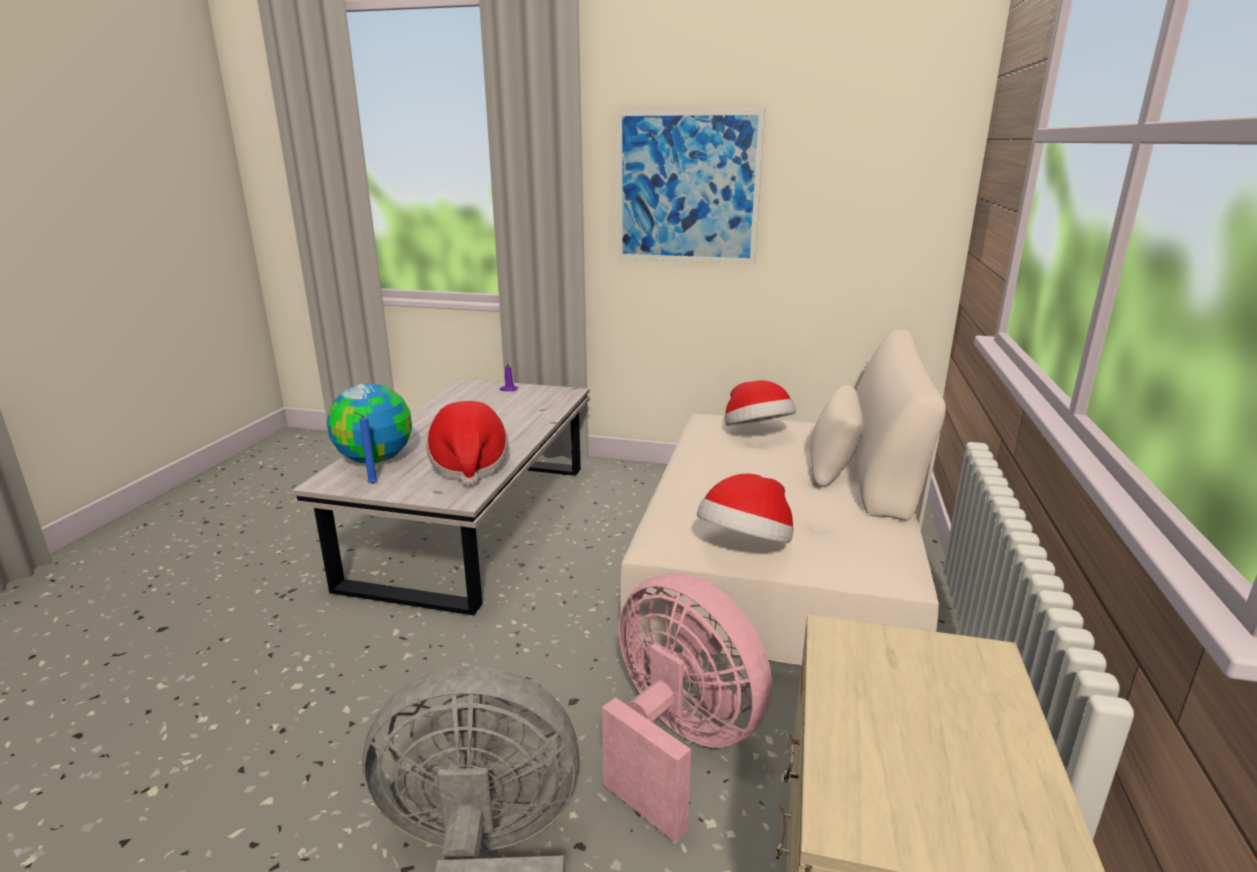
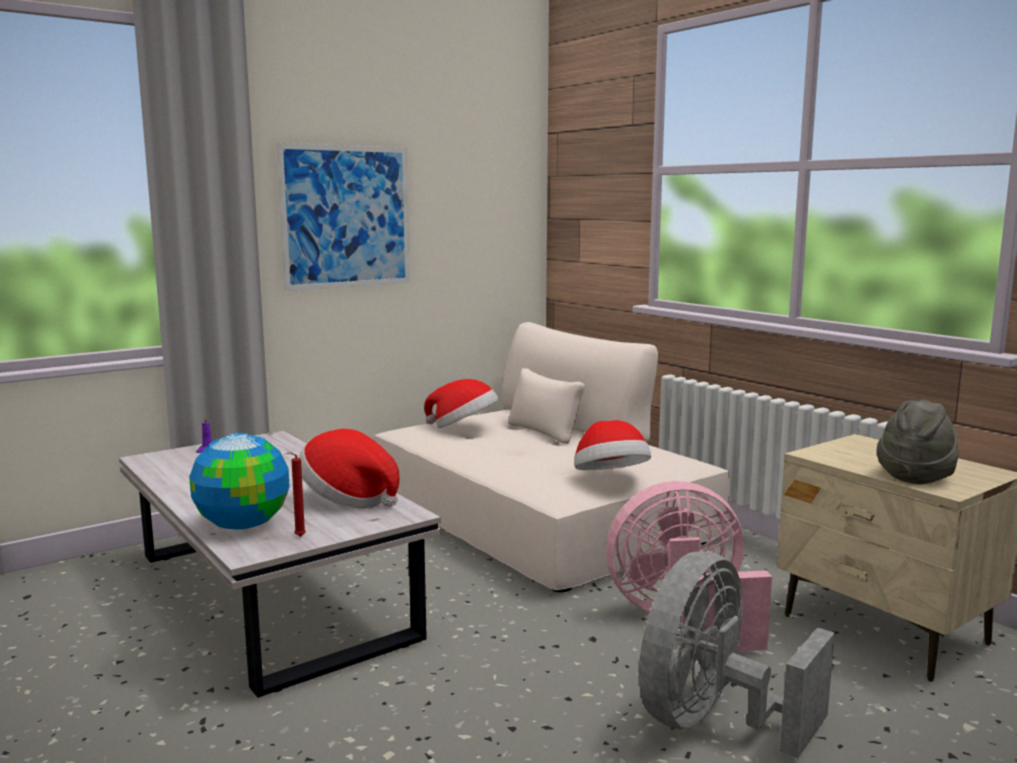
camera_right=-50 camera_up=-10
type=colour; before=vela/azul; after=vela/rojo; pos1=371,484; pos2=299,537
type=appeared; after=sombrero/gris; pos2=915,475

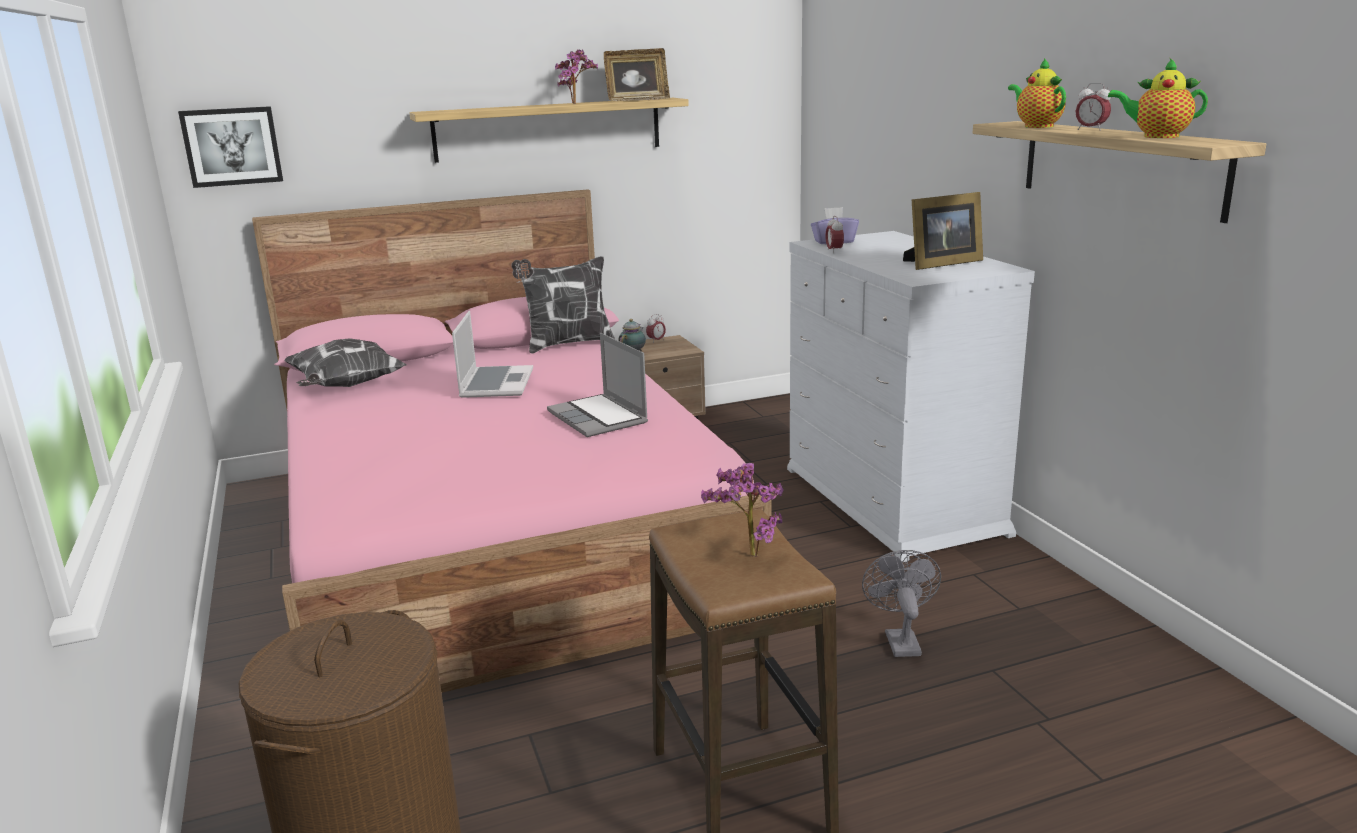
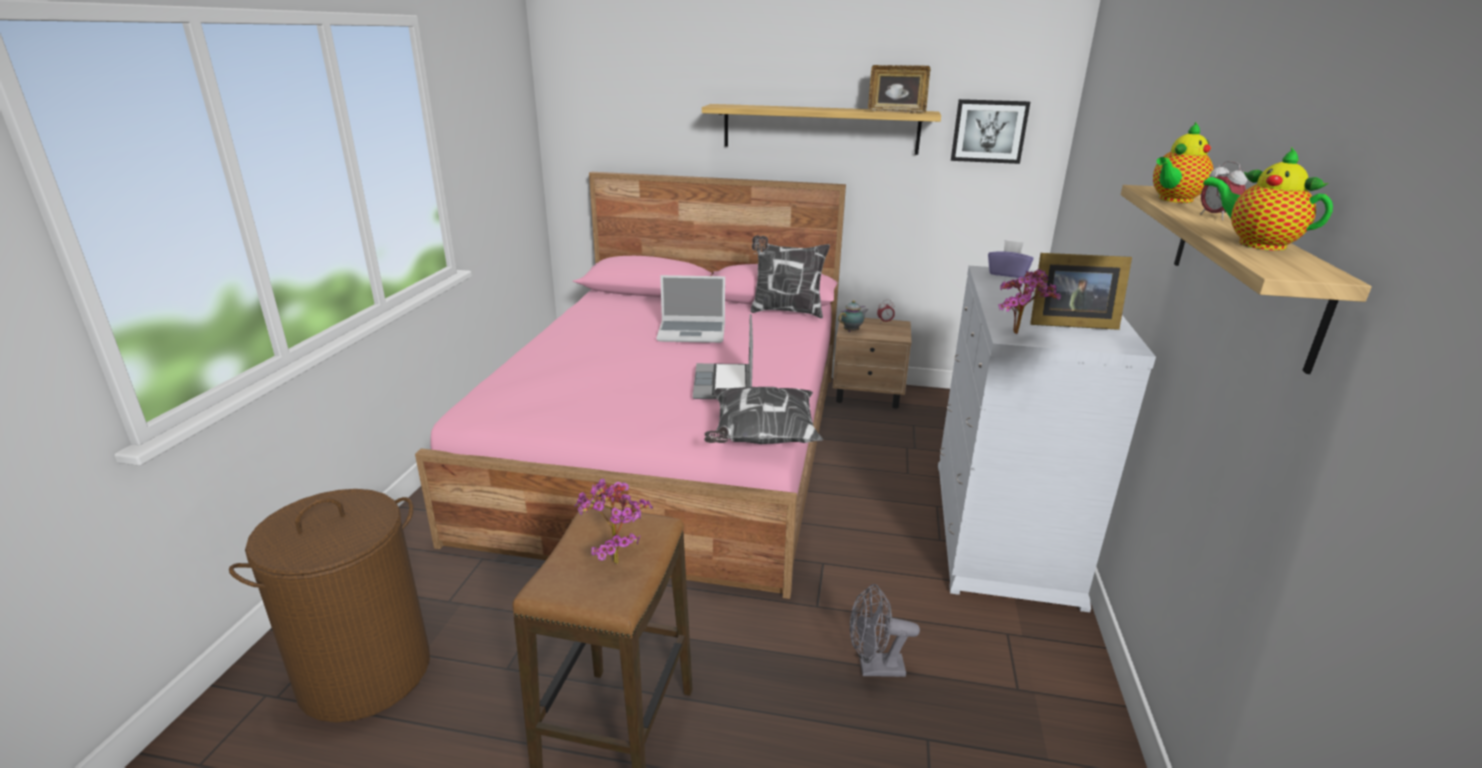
camera_right=30 camera_up=5
type=spun; before=portátil; pos1=496,383; pos2=692,332; turn=60
type=relocated; before=cojín; pos1=346,387; pos2=761,438
type=spun; before=ventilador/gris; pos1=900,640; pos2=874,668; turn=-120
type=relocated; before=cuadro; pos1=232,146; pos2=989,131
type=relocated; before=planta en maceta; pos1=577,103; pos2=1019,335
type=spun; before=tetera; pos1=1036,126; pos2=1173,200; turn=-135
type=missing; before=despertador; pos1=834,251

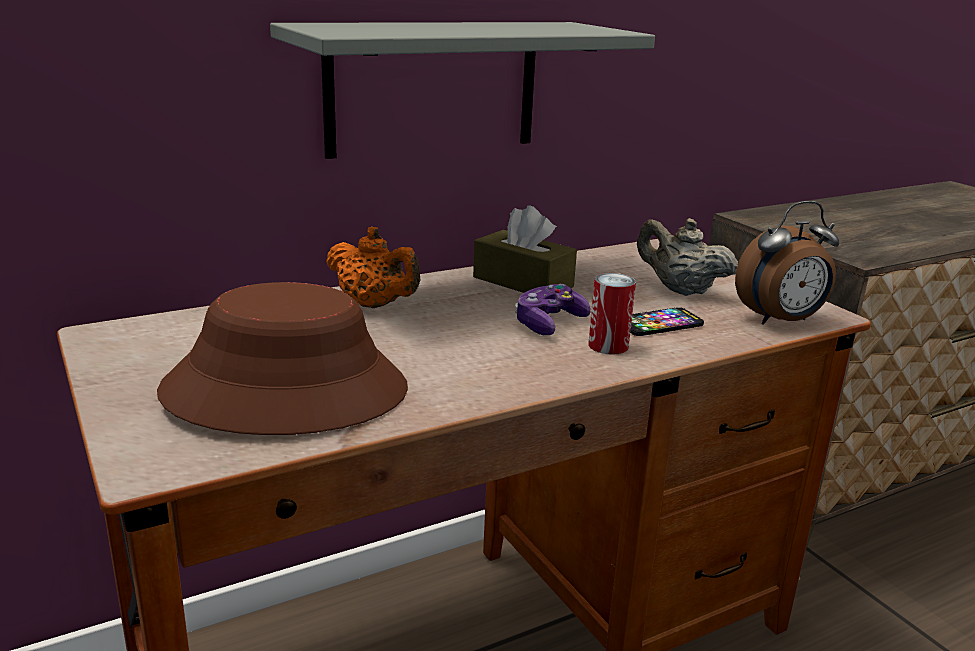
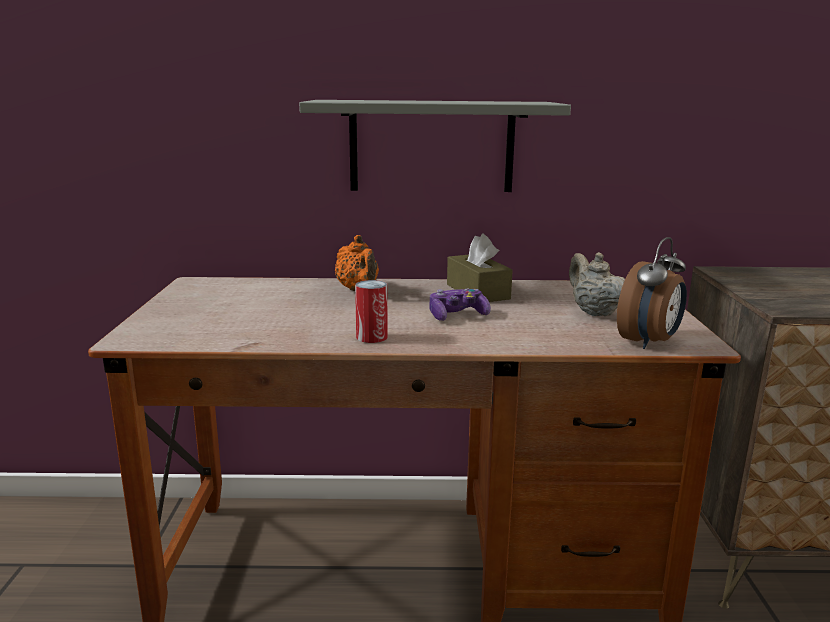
camera_right=30 camera_up=-5
type=relocated; before=lata; pos1=608,345; pos2=371,337
type=spun; before=despertador; pos1=781,321; pos2=649,342; turn=-60
type=missing; before=sombrero/marrón; pos1=286,391
type=missing; before=móvil; pos1=659,324

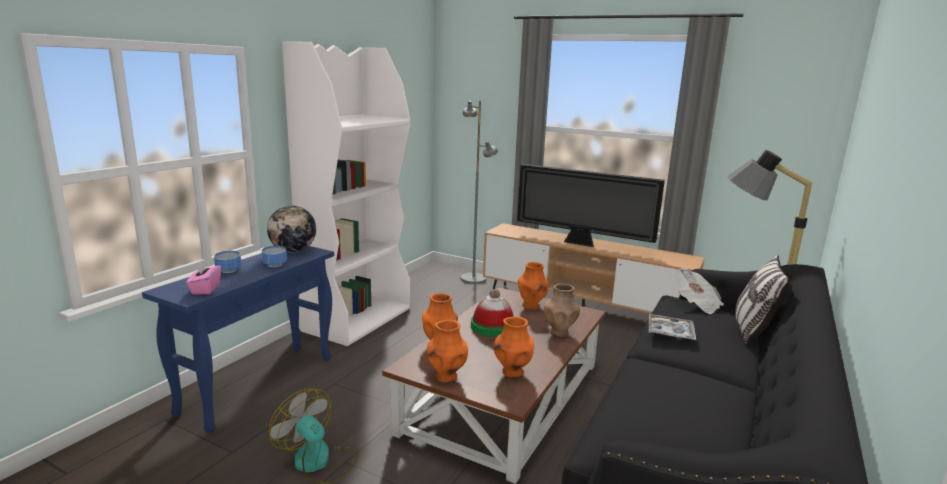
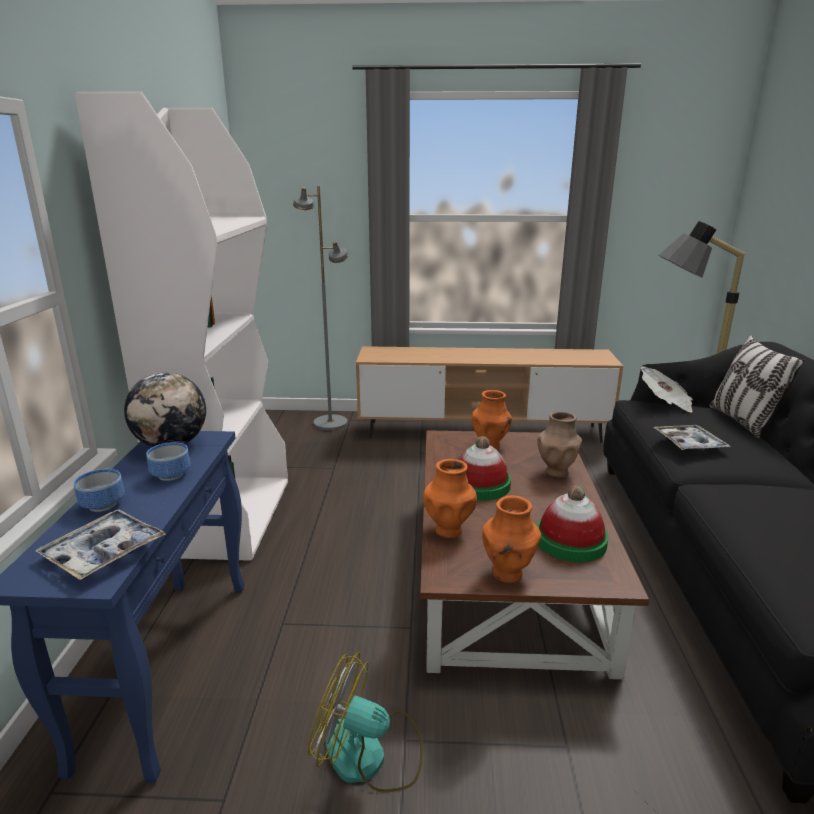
camera_right=-25 camera_up=5
type=exchanged; before=caja de pañuelos/rosa; after=bandeja; pos1=205,289; pos2=104,552
type=exchanged; before=florero/naranja; after=sombrero; pos1=512,372; pos2=570,541
type=missing; before=televisor; pos1=582,244

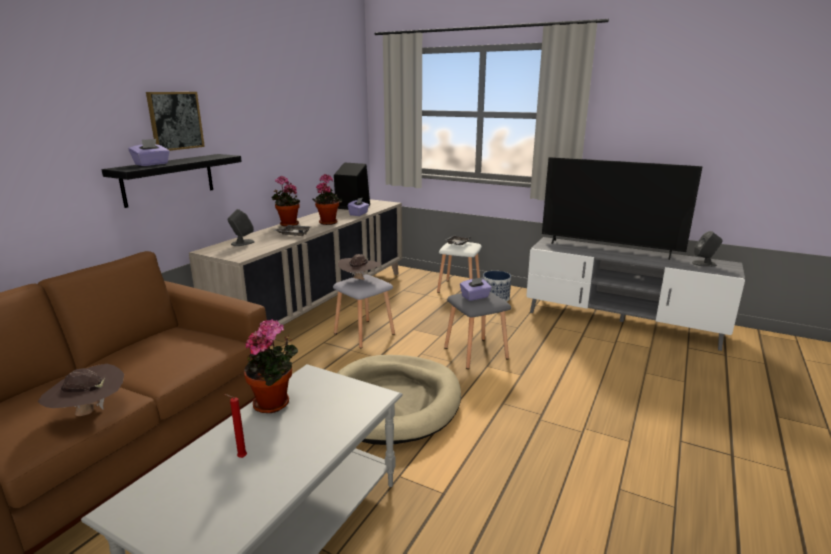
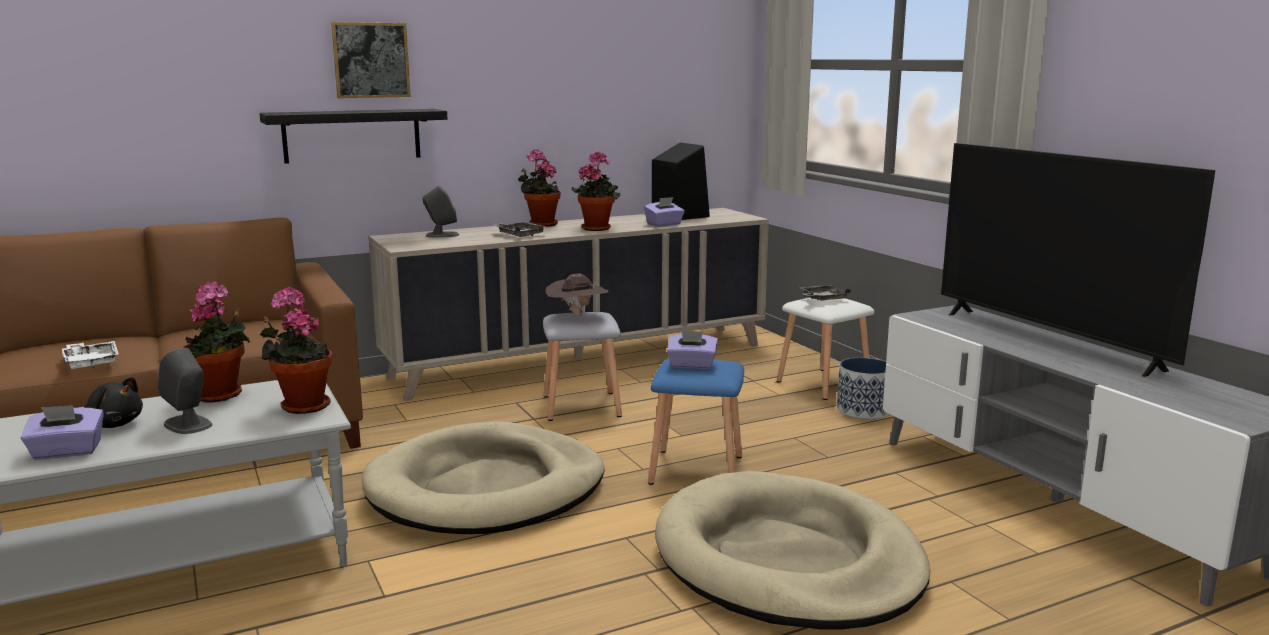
camera_right=35 camera_up=-5
type=relocated; before=caja de pañuelos/morado; pos1=152,164; pos2=67,452
type=exchanged; before=sombrero/marrón; after=bandeja/blanco; pos1=89,412; pos2=91,362
type=exchanged; before=vela/rojo; after=peluche/negro; pos1=240,458; pos2=112,425
type=relocated; before=altavoz/gris; pos1=704,264; pos2=188,425
type=appeared; after=planta en maceta; pos2=302,406
type=colour; before=taburete/gris; after=taburete/azul; pos1=476,352; pos2=698,469
type=appeared; after=cama para perro/beis; pos2=787,560

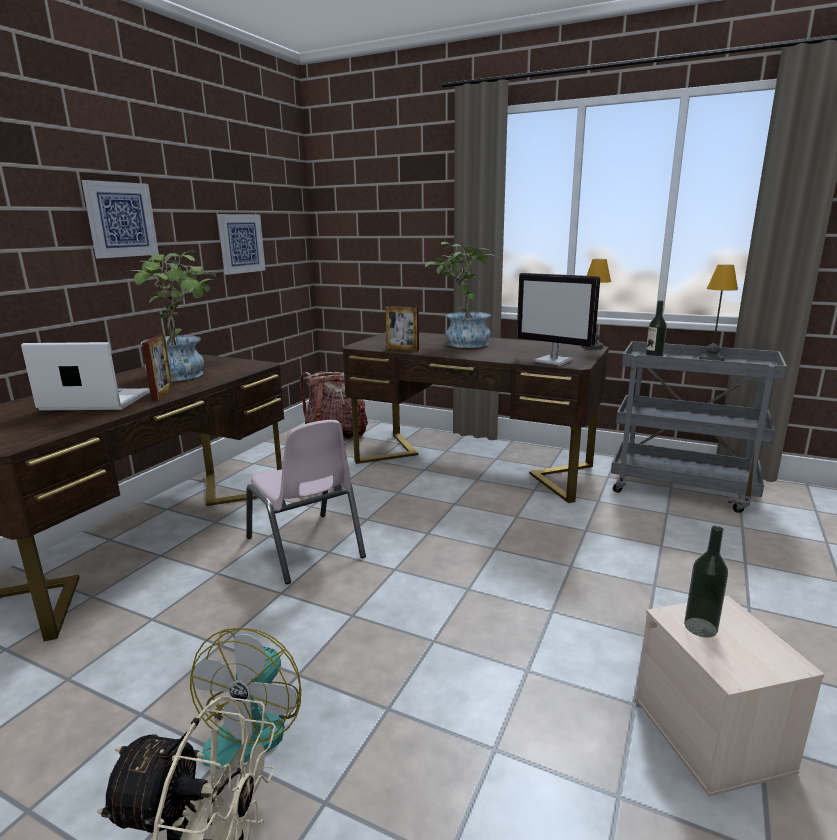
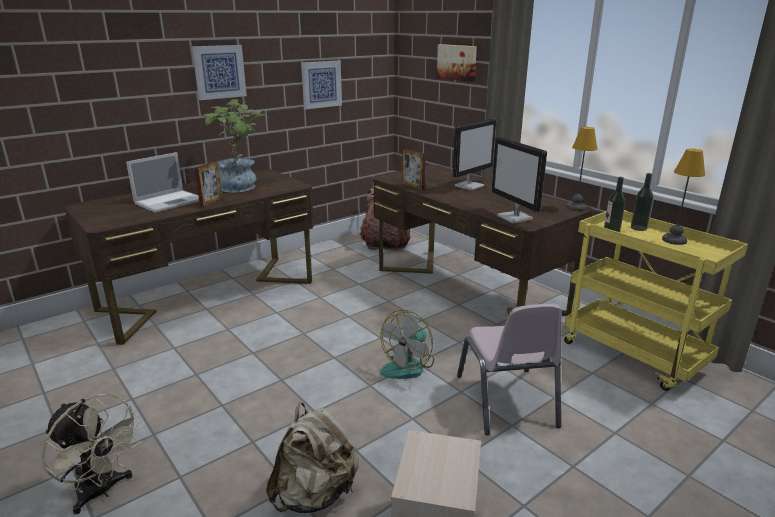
camera_right=25 camera_up=5
type=spun; before=portátil; pos1=94,401; pos2=170,201; turn=105
type=appeared; after=mochila/beis; pos2=315,494
type=relocated; before=ventilador; pos1=255,724; pos2=408,366
type=appeared; after=cuadro; pos2=457,62
type=exchanged; before=planta en maceta; after=monitor; pos1=461,343; pos2=469,186
type=relocated; before=silla/rosa; pos1=305,547; pos2=506,401
type=colour; before=carrito/gris; after=carrito/amarillo; pos1=682,488; pos2=635,355
type=relocated; before=botella; pos1=700,627; pos2=638,228

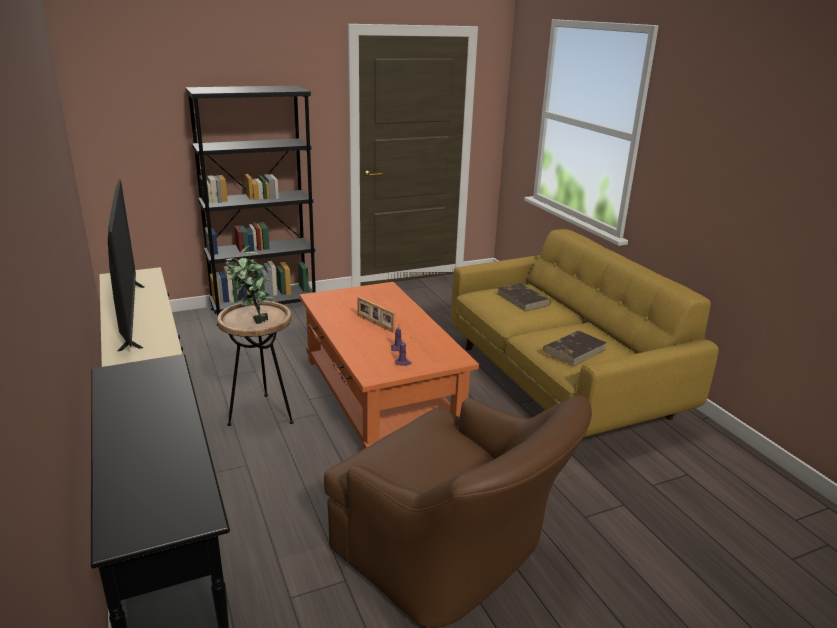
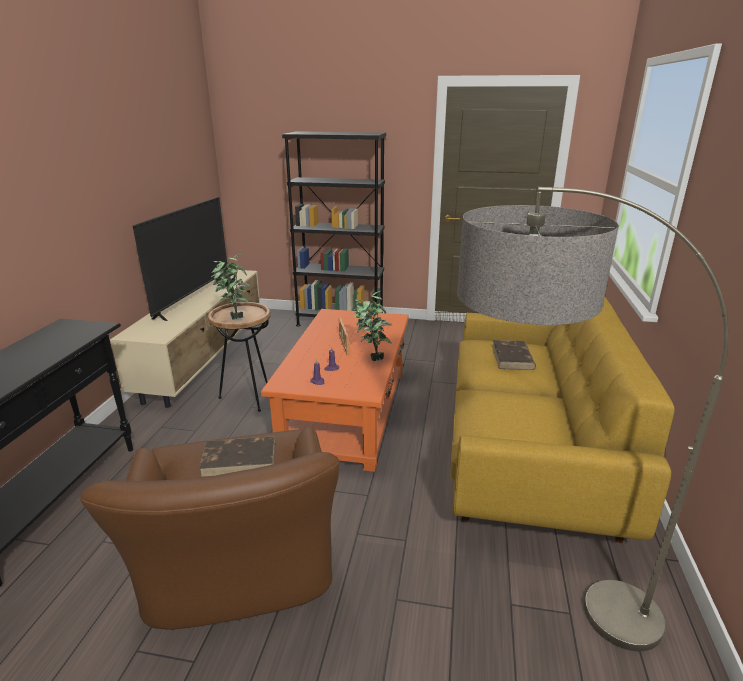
camera_right=35 camera_up=0
type=relocated; before=libro/marrón; pos1=574,350; pos2=240,459
type=appeared; after=planta en maceta; pos2=371,357
type=appeared; after=lámpara de pie; pos2=531,602

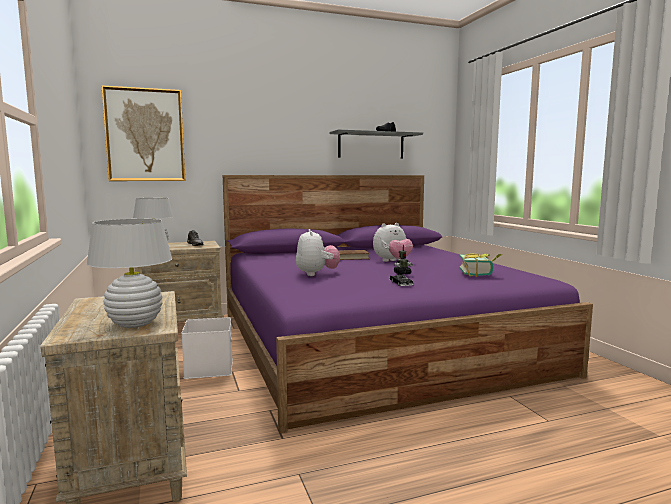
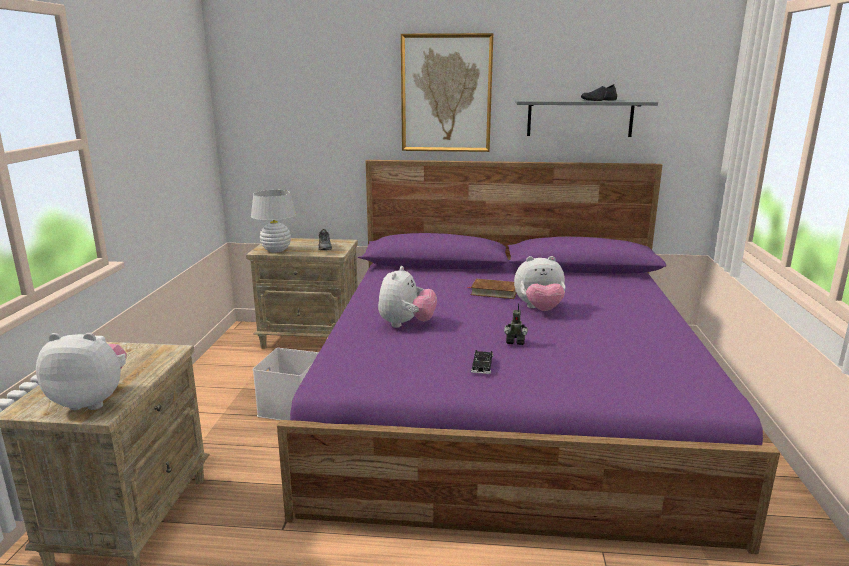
camera_right=25 camera_up=10
type=exchanged; before=lámpara de mesa/blanco; after=peluche; pos1=135,323; pos2=91,401
type=relocated; before=cuadro; pos1=145,135; pos2=446,93
type=missing; before=libro; pos1=479,274

